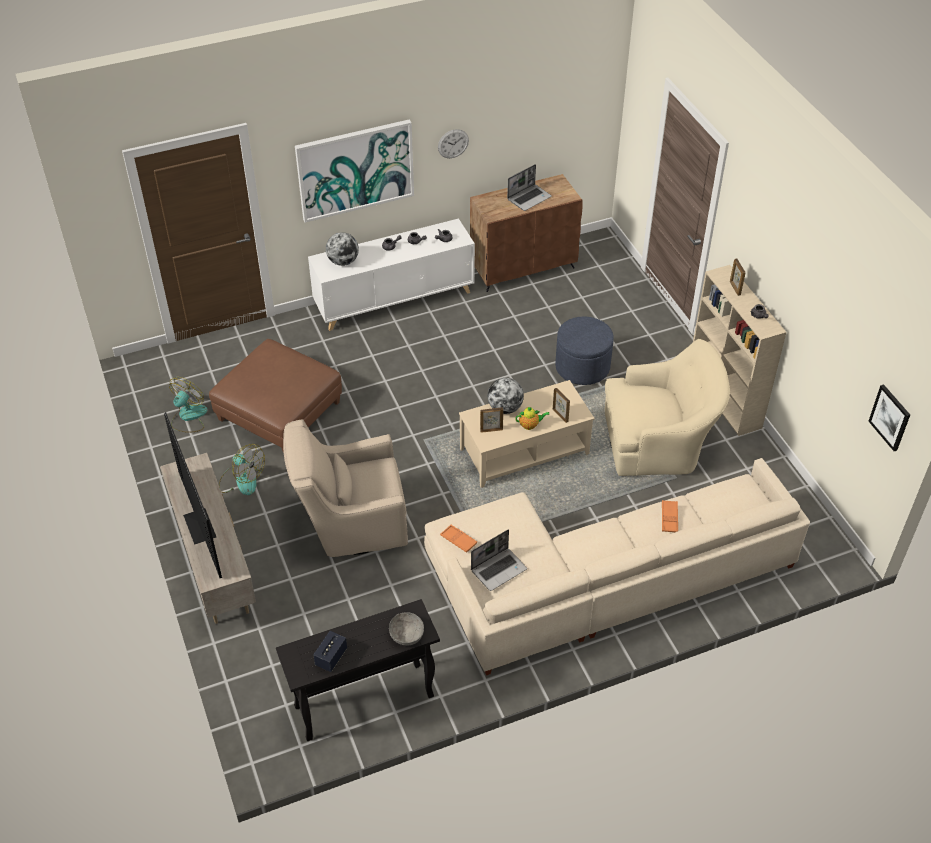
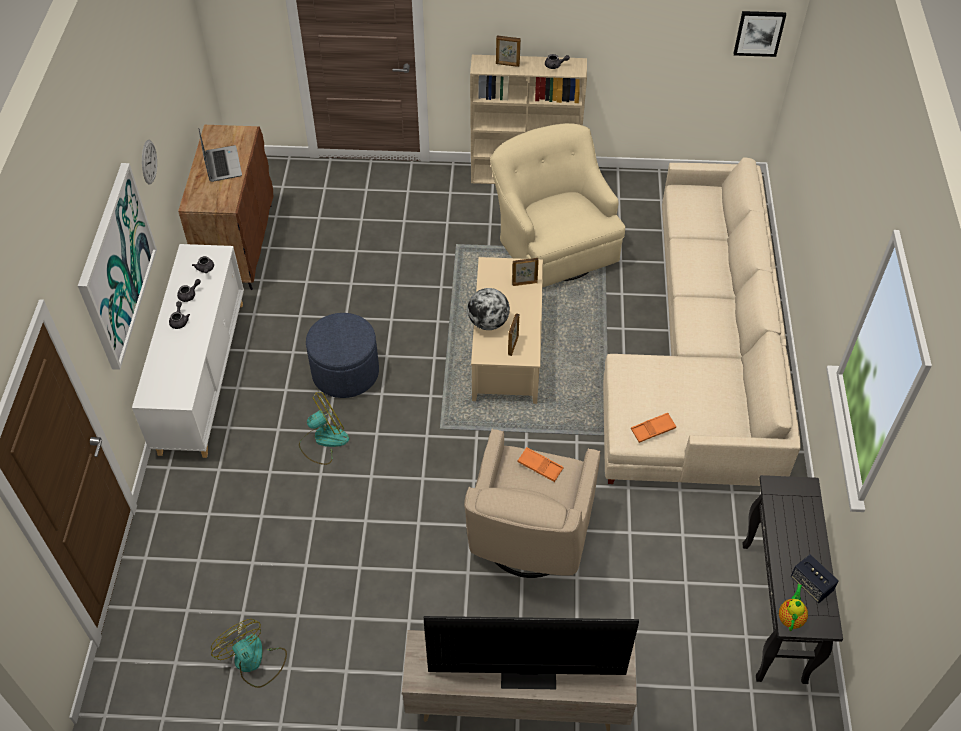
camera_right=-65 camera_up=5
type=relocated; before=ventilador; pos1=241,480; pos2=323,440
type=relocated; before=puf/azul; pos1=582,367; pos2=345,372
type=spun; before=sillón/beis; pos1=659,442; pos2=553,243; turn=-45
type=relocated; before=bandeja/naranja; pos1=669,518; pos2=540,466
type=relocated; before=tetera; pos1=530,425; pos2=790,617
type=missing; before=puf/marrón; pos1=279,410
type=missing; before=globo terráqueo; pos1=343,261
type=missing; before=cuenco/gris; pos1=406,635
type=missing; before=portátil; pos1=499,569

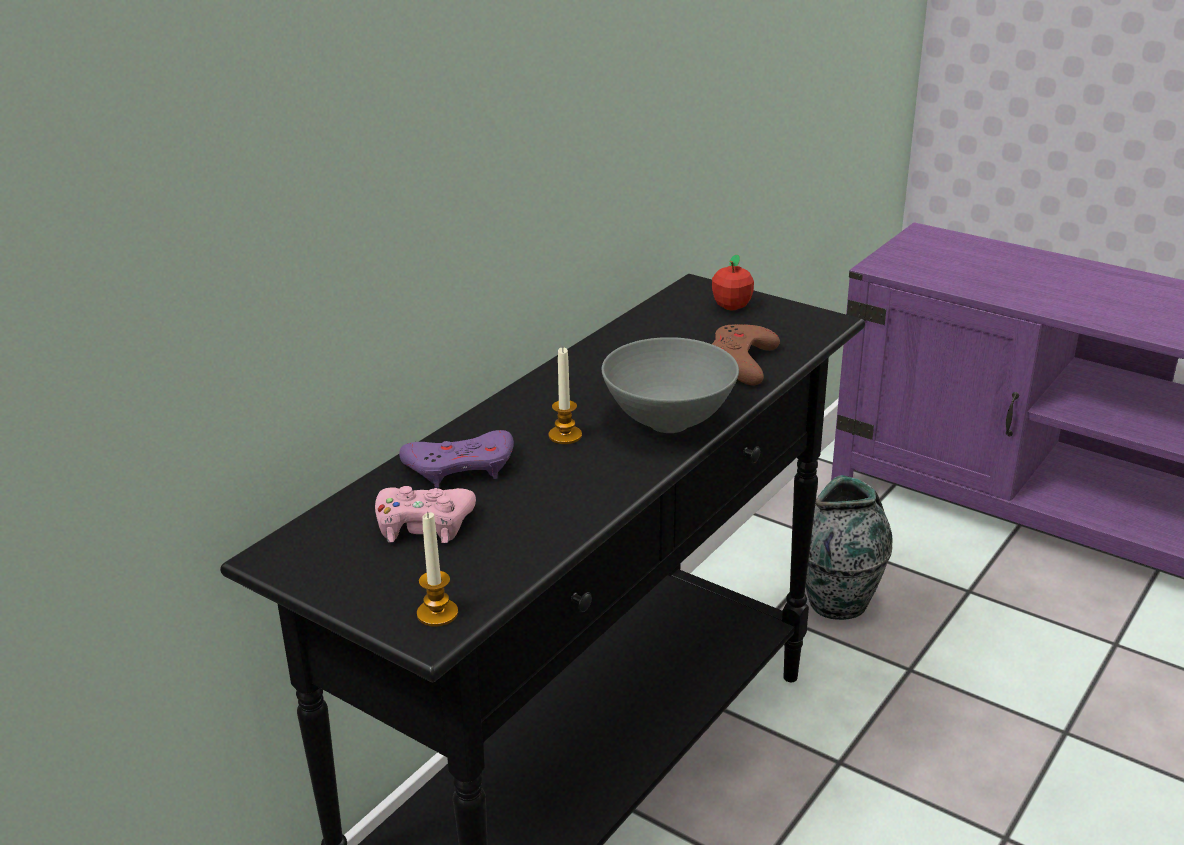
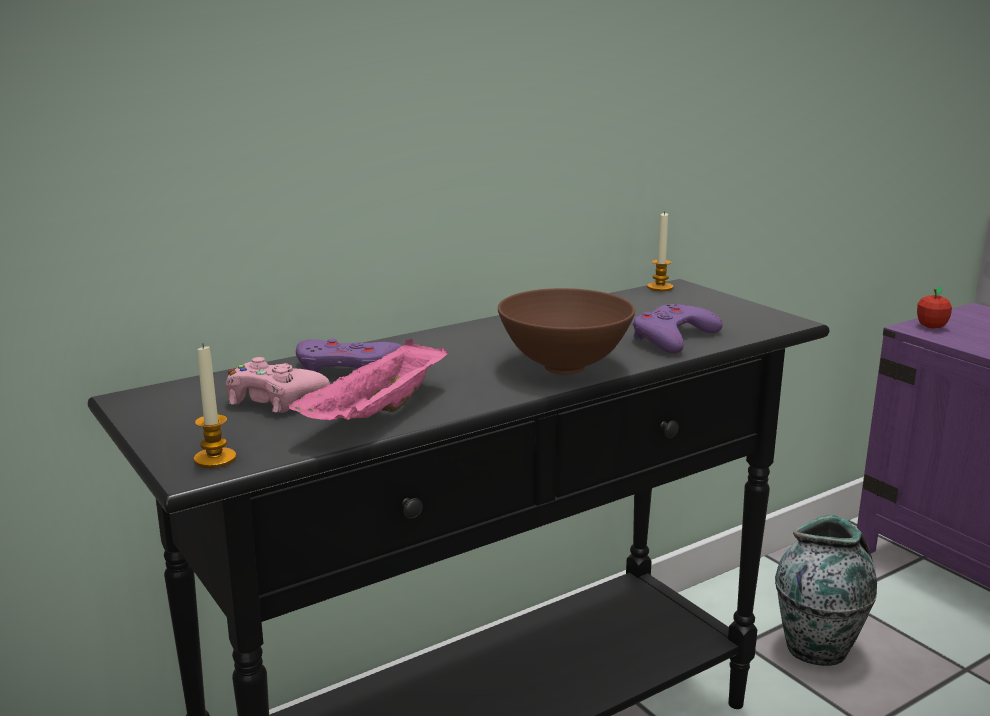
camera_right=20 camera_up=-10
type=appeared; after=bandeja/rosa; pos2=377,415
type=colour; before=cuenco/gris; after=cuenco/marrón; pos1=670,422; pos2=566,367
type=colour; before=mando de consola/marrón; after=mando de consola/morado; pos1=740,362; pos2=673,337
type=relocated; before=vela; pos1=565,436; pos2=660,287
type=relocated; before=manzana; pos1=731,306; pos2=931,326

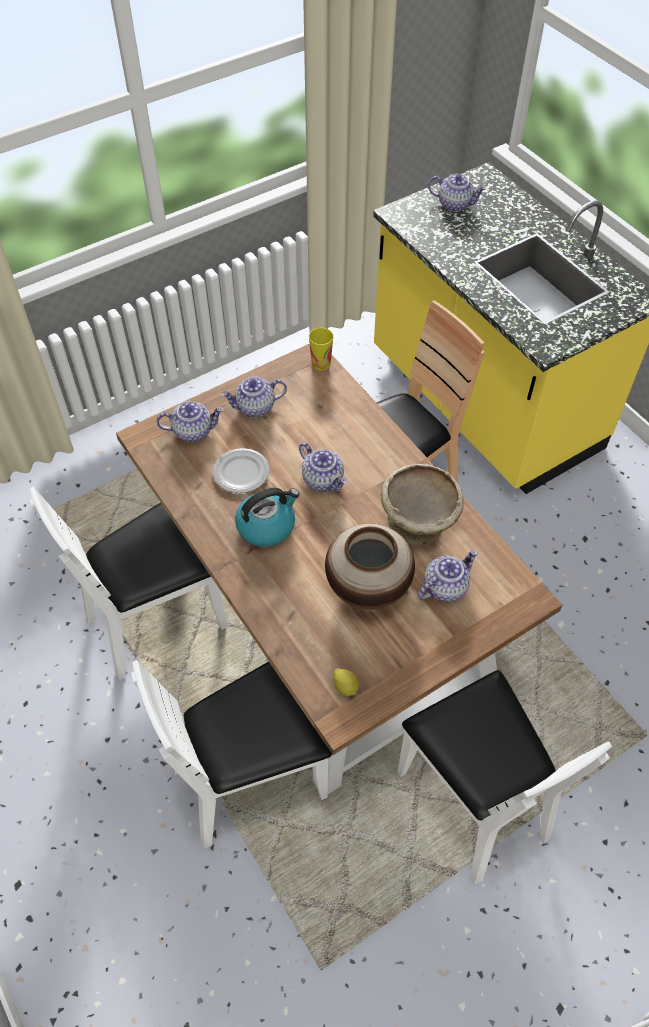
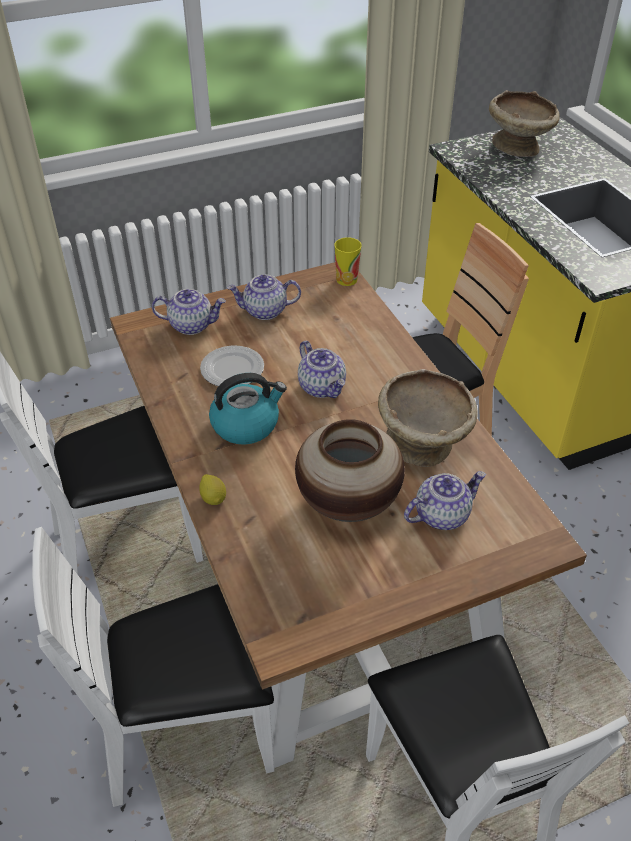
camera_right=10 camera_up=-10
type=relocated; before=limón; pos1=345,687; pos2=213,498
type=exchanged; before=tetera; after=cuenco/beis; pos1=455,204; pos2=518,147

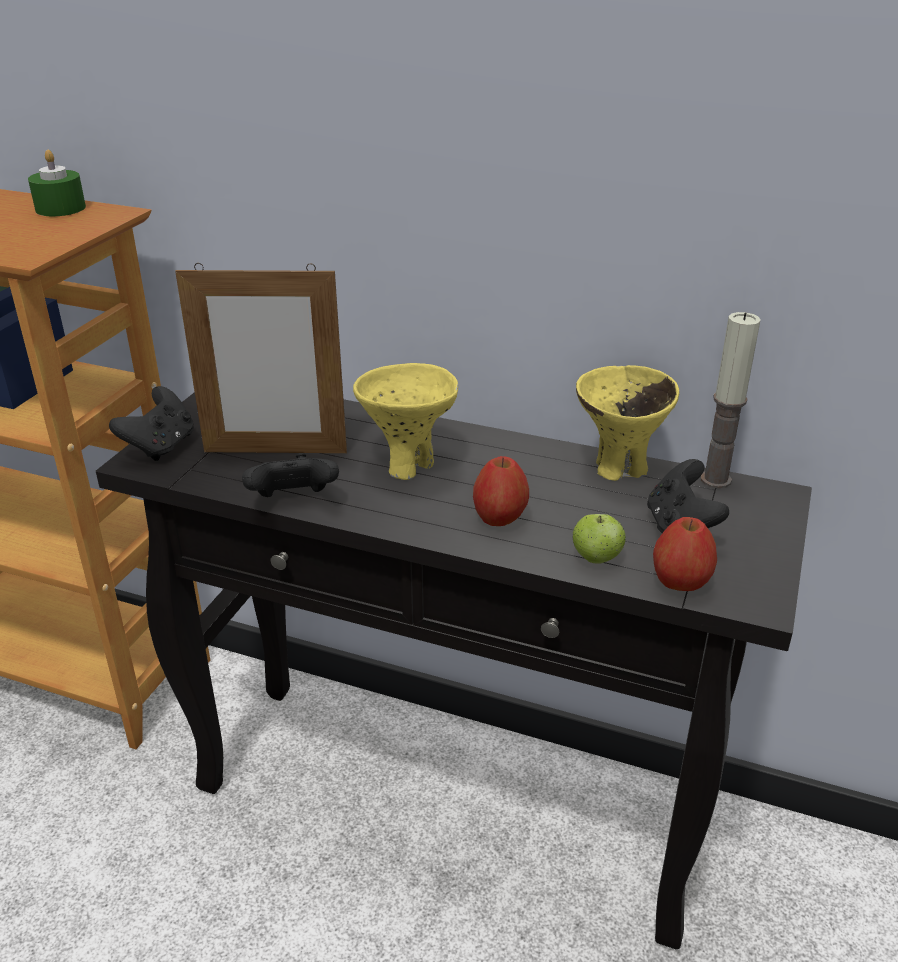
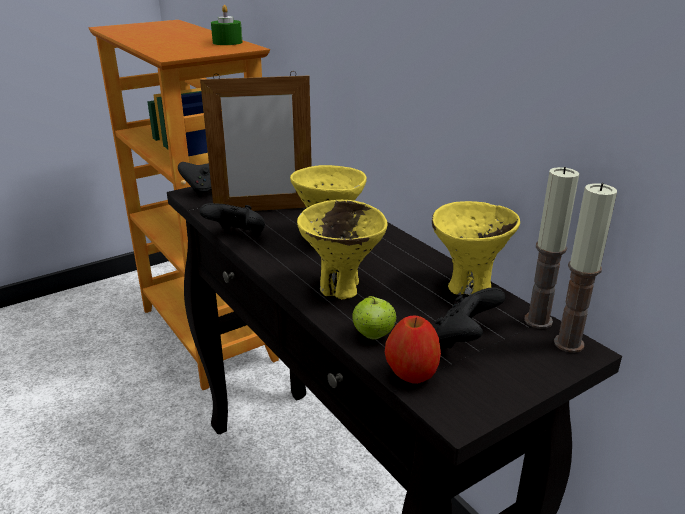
camera_right=35 camera_up=-5
type=spun; before=portarretratos; pos1=275,451; pos2=263,209; turn=-45
type=exchanged; before=manzana; after=cuenco/amarillo; pos1=499,519; pos2=341,288
type=appeared; after=vela; pos2=568,343

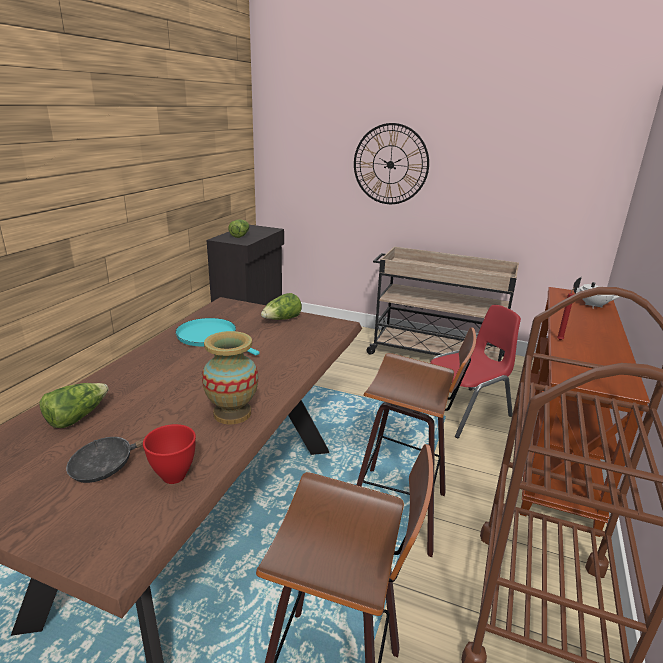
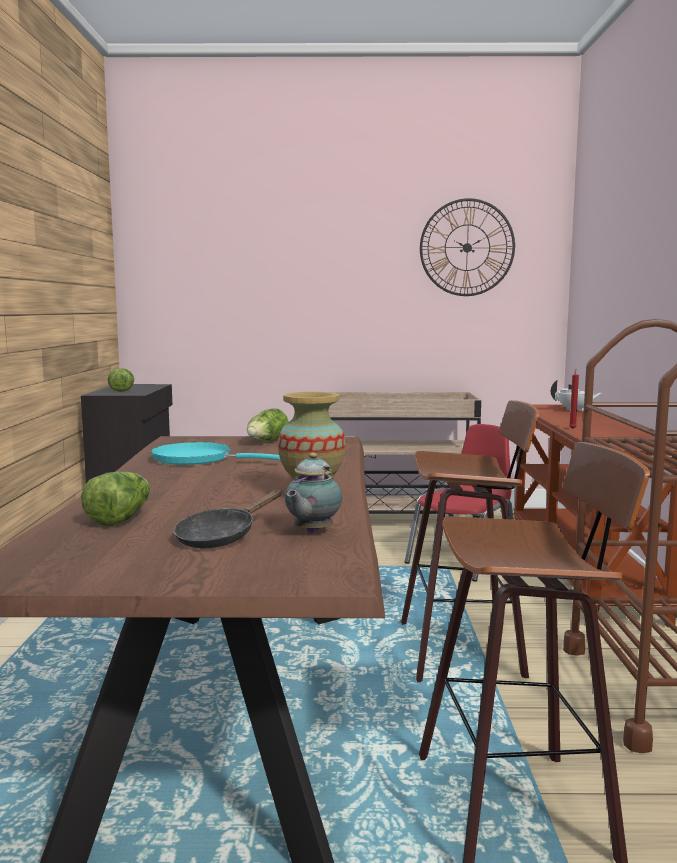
camera_right=-20 camera_up=-15
type=exchanged; before=cuenco/rojo; after=tetera; pos1=174,475; pos2=311,532
type=relocated; before=reloj de pared; pos1=390,164; pos2=467,247

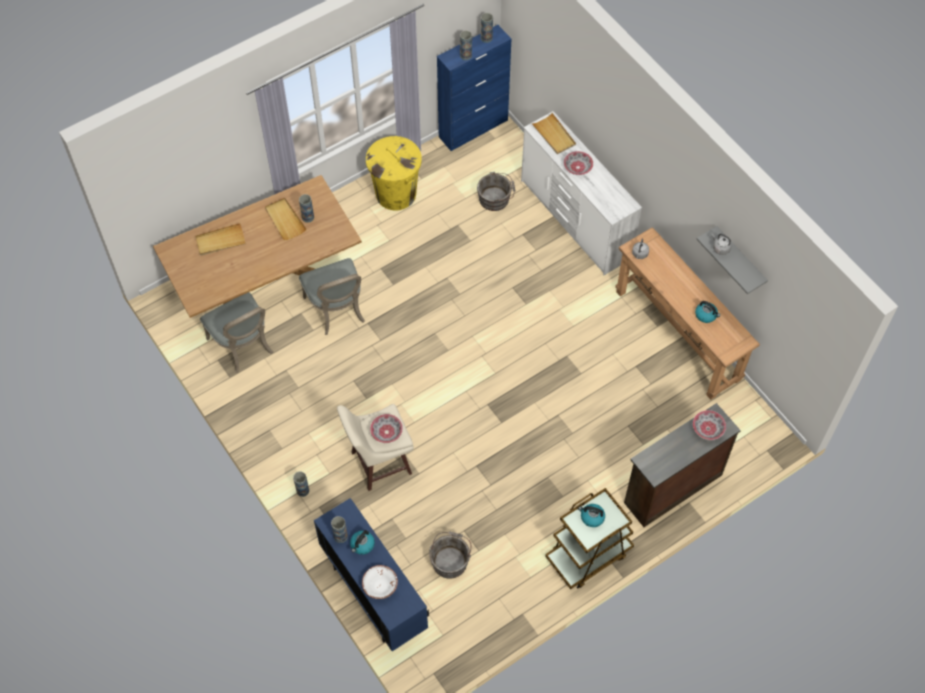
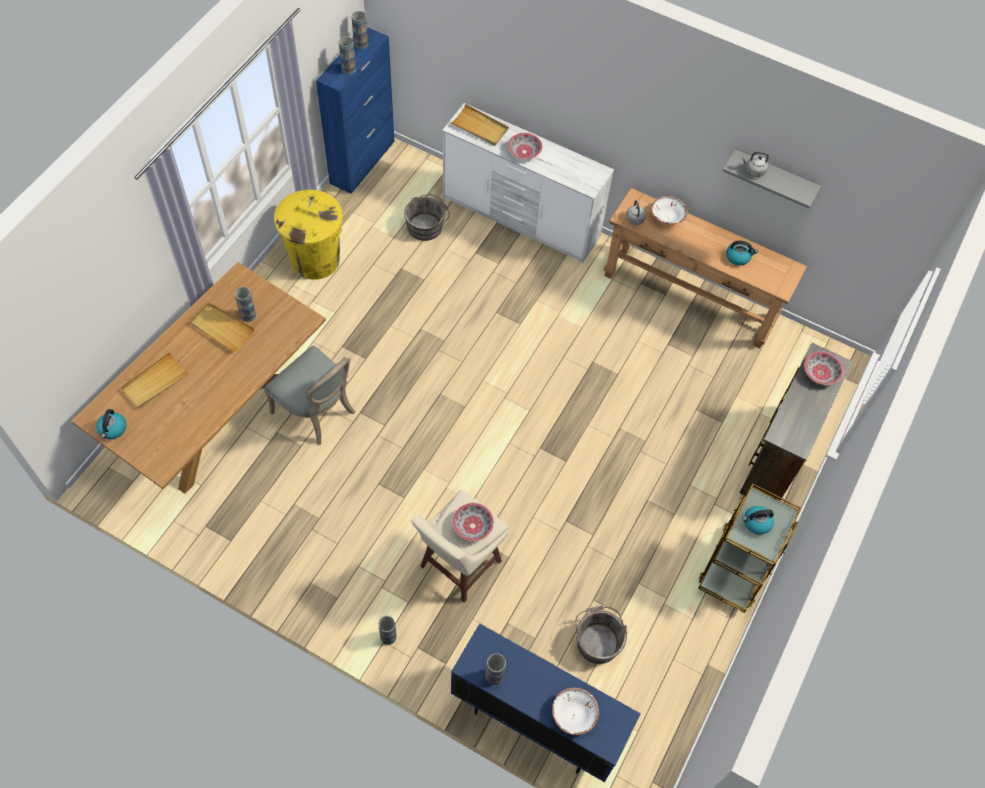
camera_right=-30 camera_up=0
type=relocated; before=hervidor; pos1=362,545; pos2=113,429
type=appeared; after=cuenco/blanco; pos2=667,217
type=missing; before=silla/gris; pos1=243,346

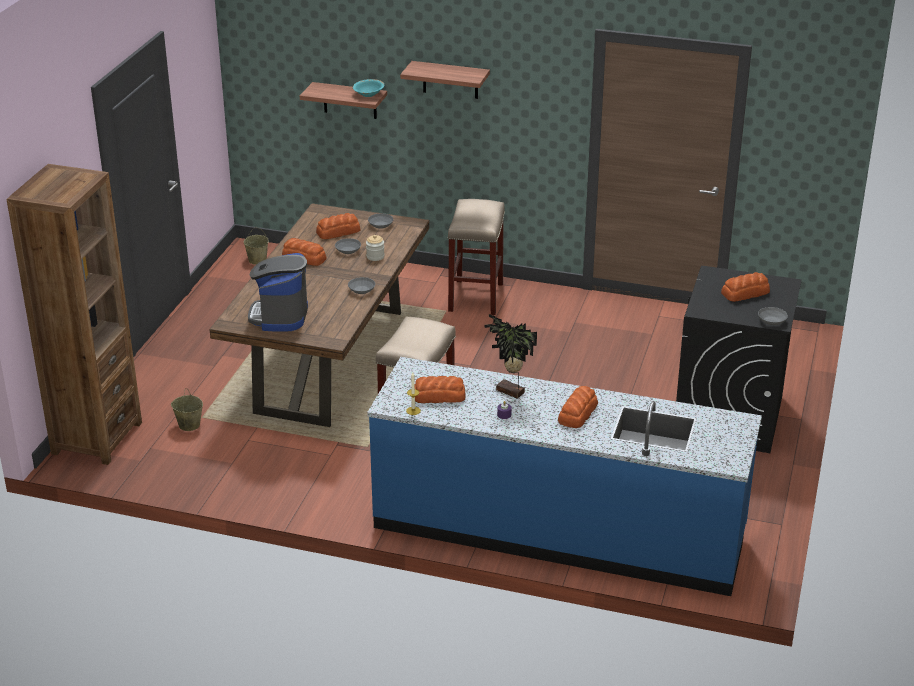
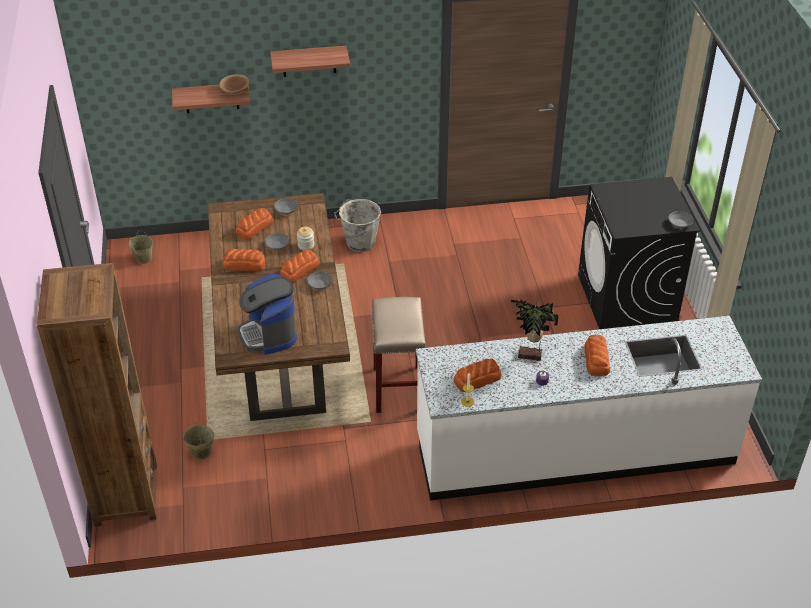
camera_right=-25 camera_up=10
type=colour; before=cuenco/turquesa; after=cuenco/marrón; pos1=368,94; pos2=235,90
type=relocated; before=pan; pos1=746,293; pos2=300,270
type=exchanged; before=taburete/beis; after=cubo/gris; pos1=476,298; pos2=359,243
type=colour; before=mueble bajo de cocina/azul; after=mueble bajo de cocina/blanco; pos1=559,530; pos2=574,449

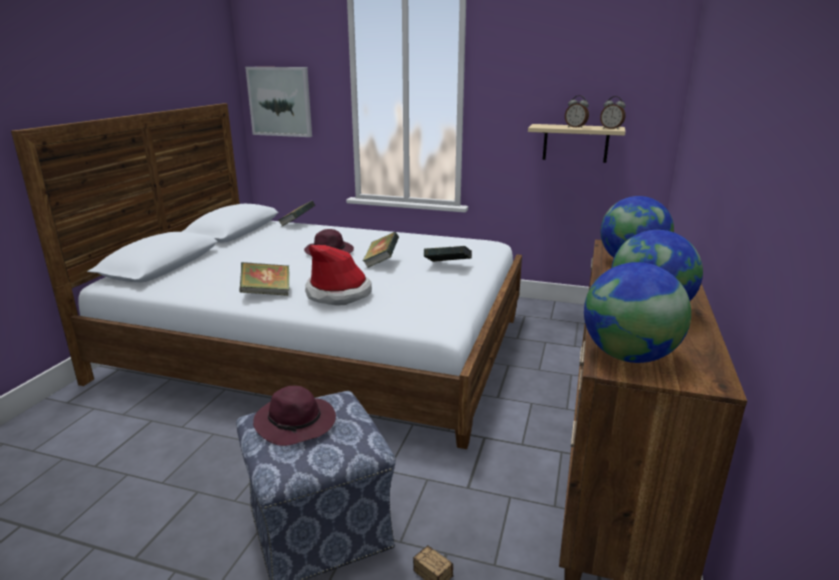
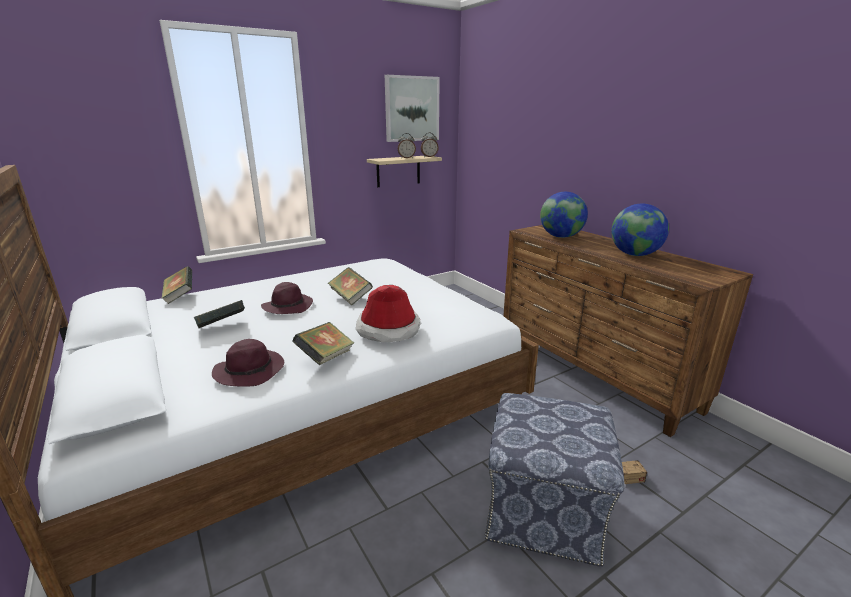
camera_right=-50 camera_up=0
type=relocated; before=libro; pos1=447,266; pos2=222,327
type=relocated; before=sombrero/morado; pos1=296,424; pos2=251,371
type=relocated; before=cuadro; pos1=280,101; pos2=411,109
type=missing; before=globo terráqueo; pos1=628,356

